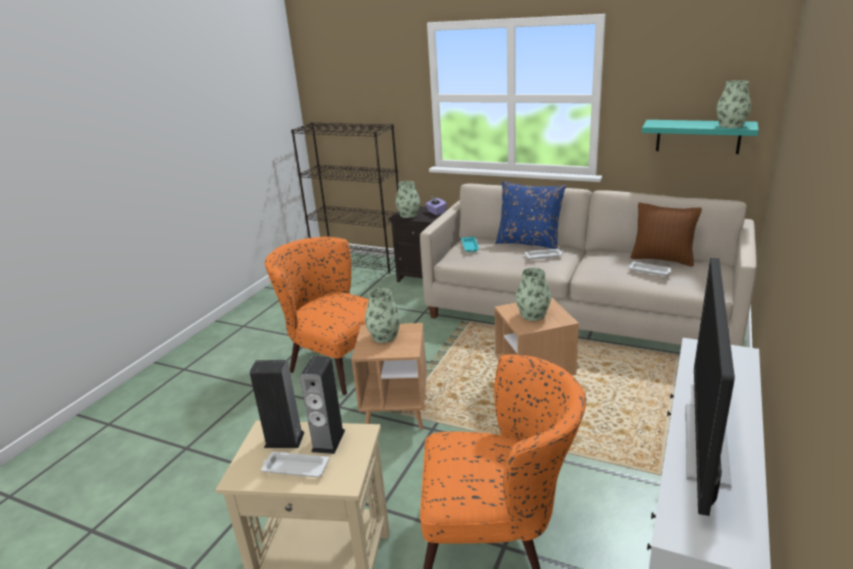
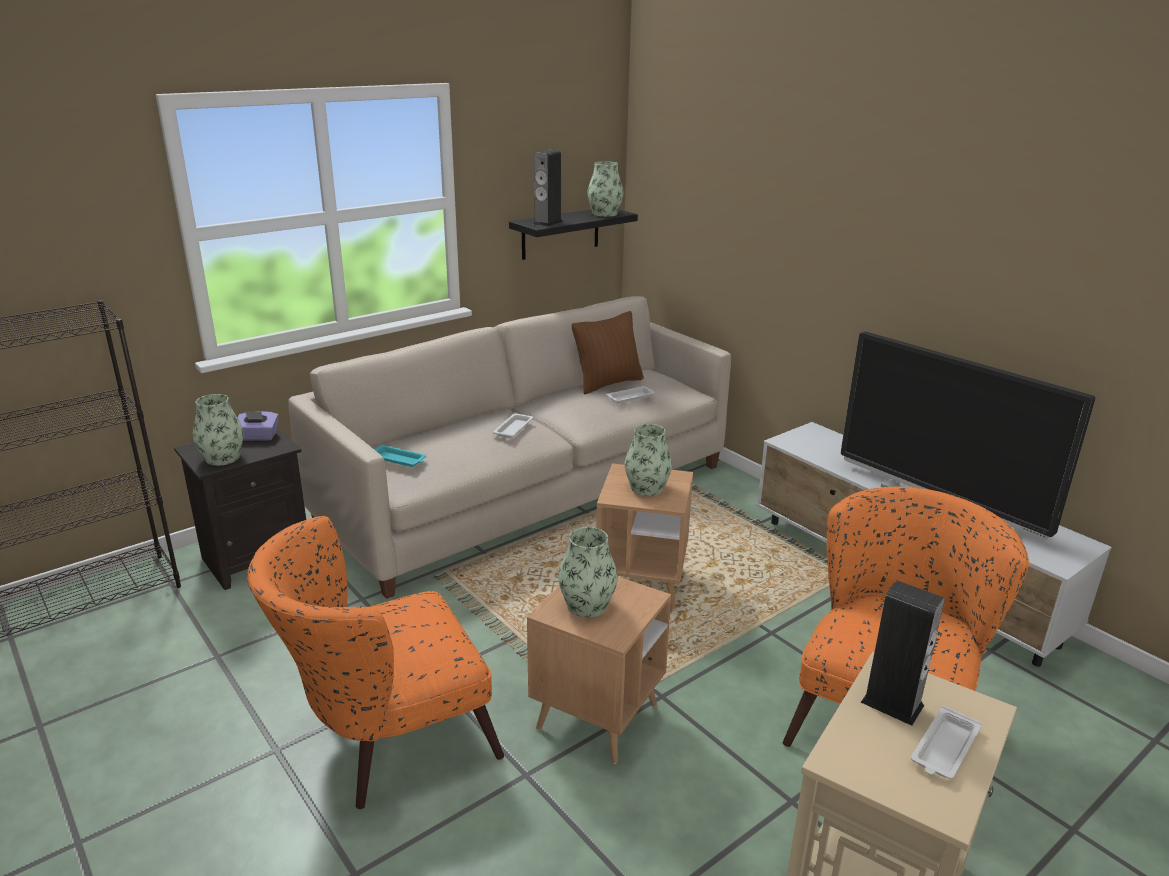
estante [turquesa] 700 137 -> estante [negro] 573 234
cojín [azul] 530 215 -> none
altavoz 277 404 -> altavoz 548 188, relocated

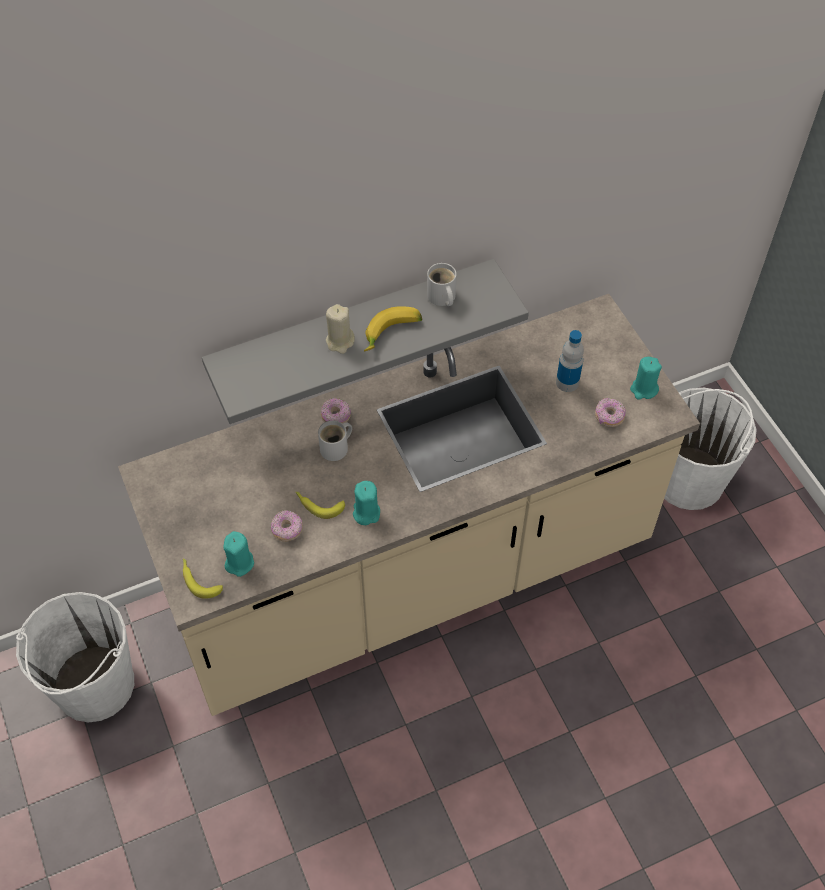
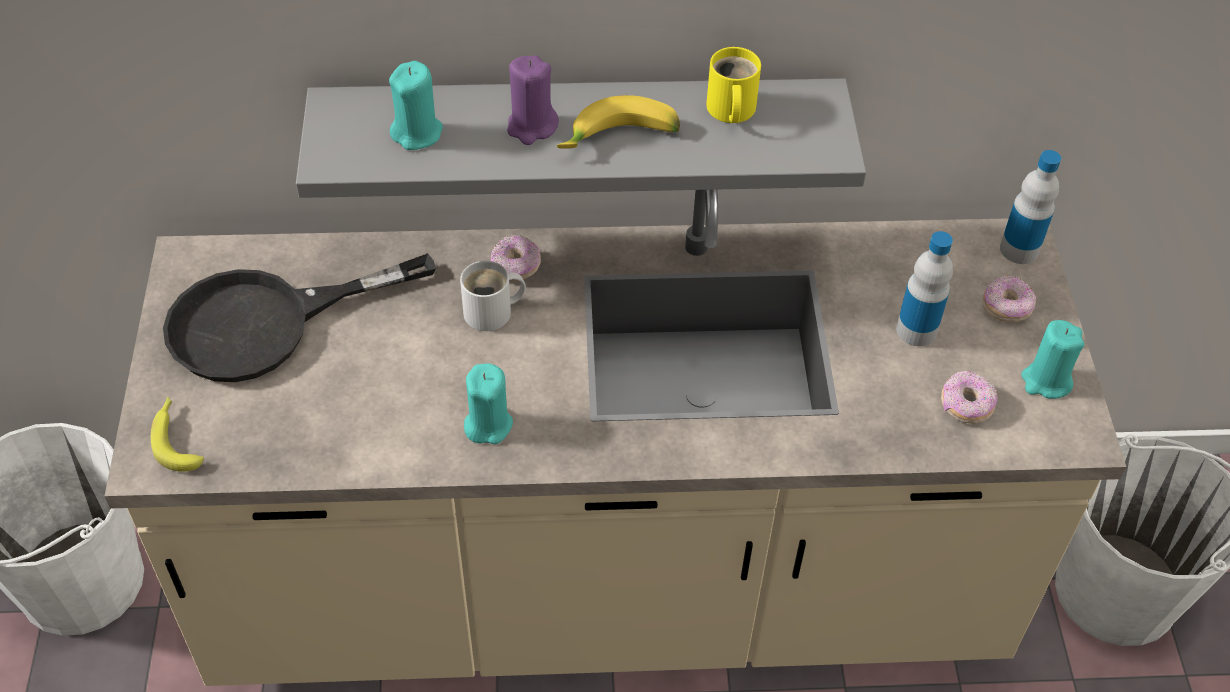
taza grande [blanco] 442 284 -> taza grande [amarillo] 733 85
vela [beis] 340 329 -> vela [morado] 533 100
plátano 320 505 -> none
rosquilla 287 525 -> rosquilla 1009 298, relocated
vela [turquesa] 238 554 -> vela [turquesa] 416 105, relocated
none -> botella 1030 207
none -> sartén [negro] 299 317

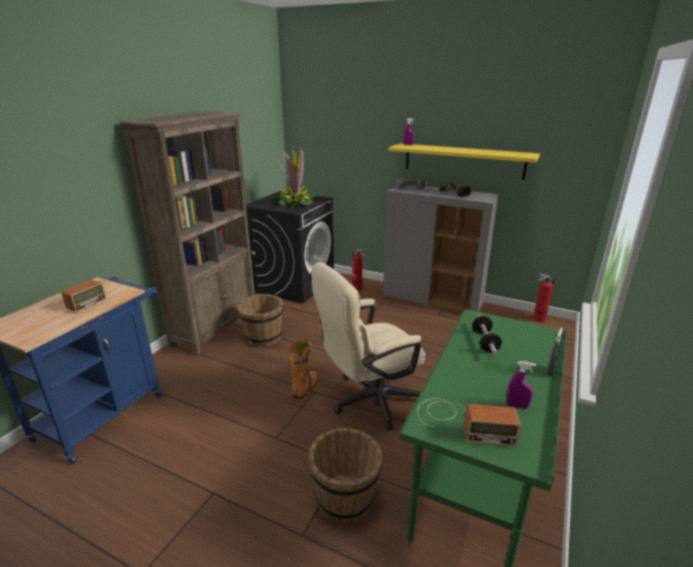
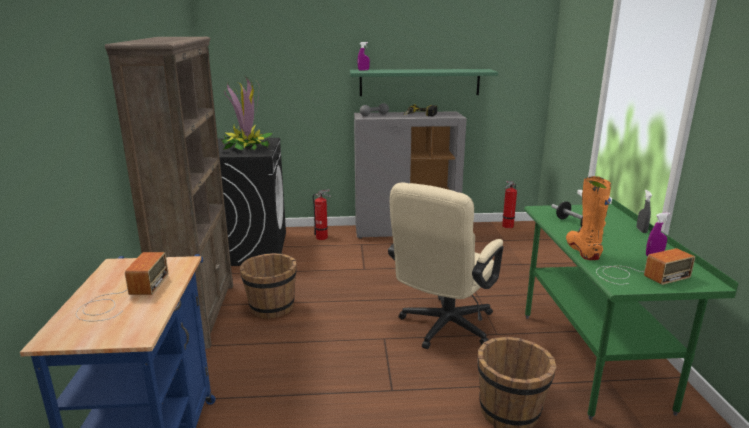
estante [amarillo] 464 161 -> estante [verde] 424 82
bota [naranja] 303 369 -> bota [naranja] 588 218, relocated

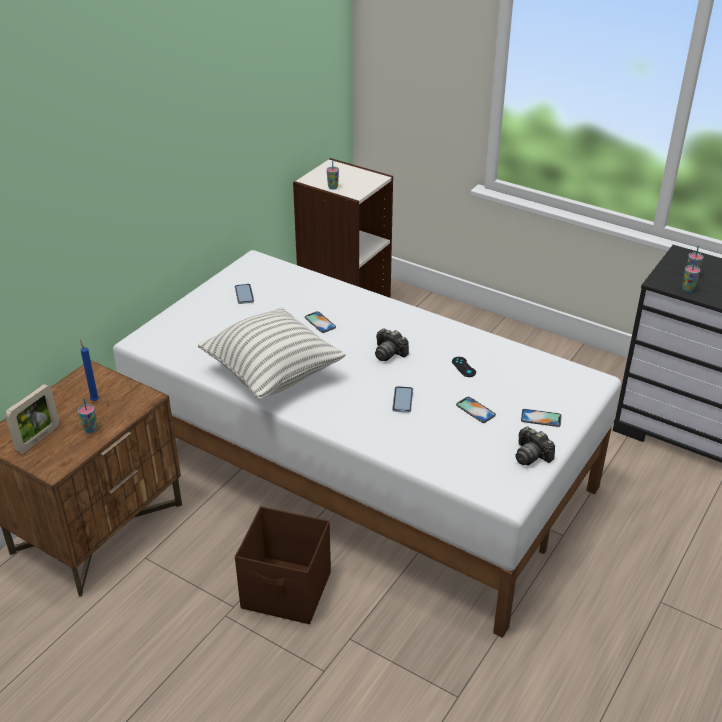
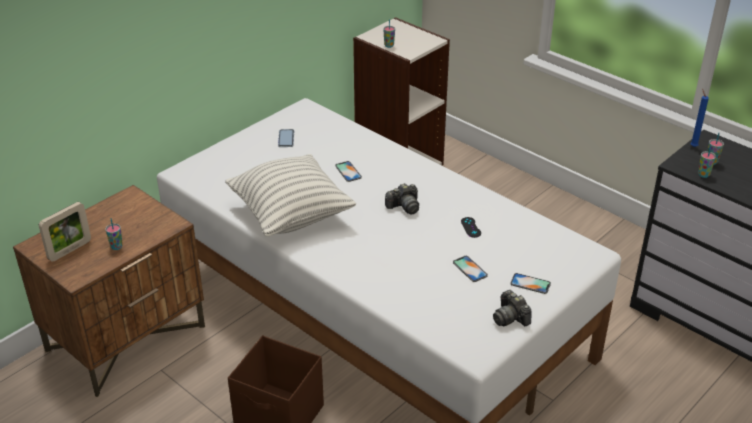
cámara 392 344 -> cámara 402 199, 75 degrees counterclockwise
vela [azul] 89 370 -> vela [azul] 699 117, relocated
móvil 402 399 -> none

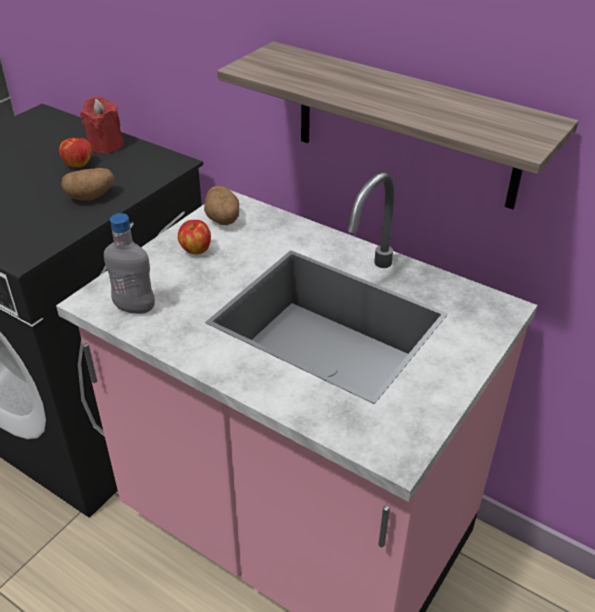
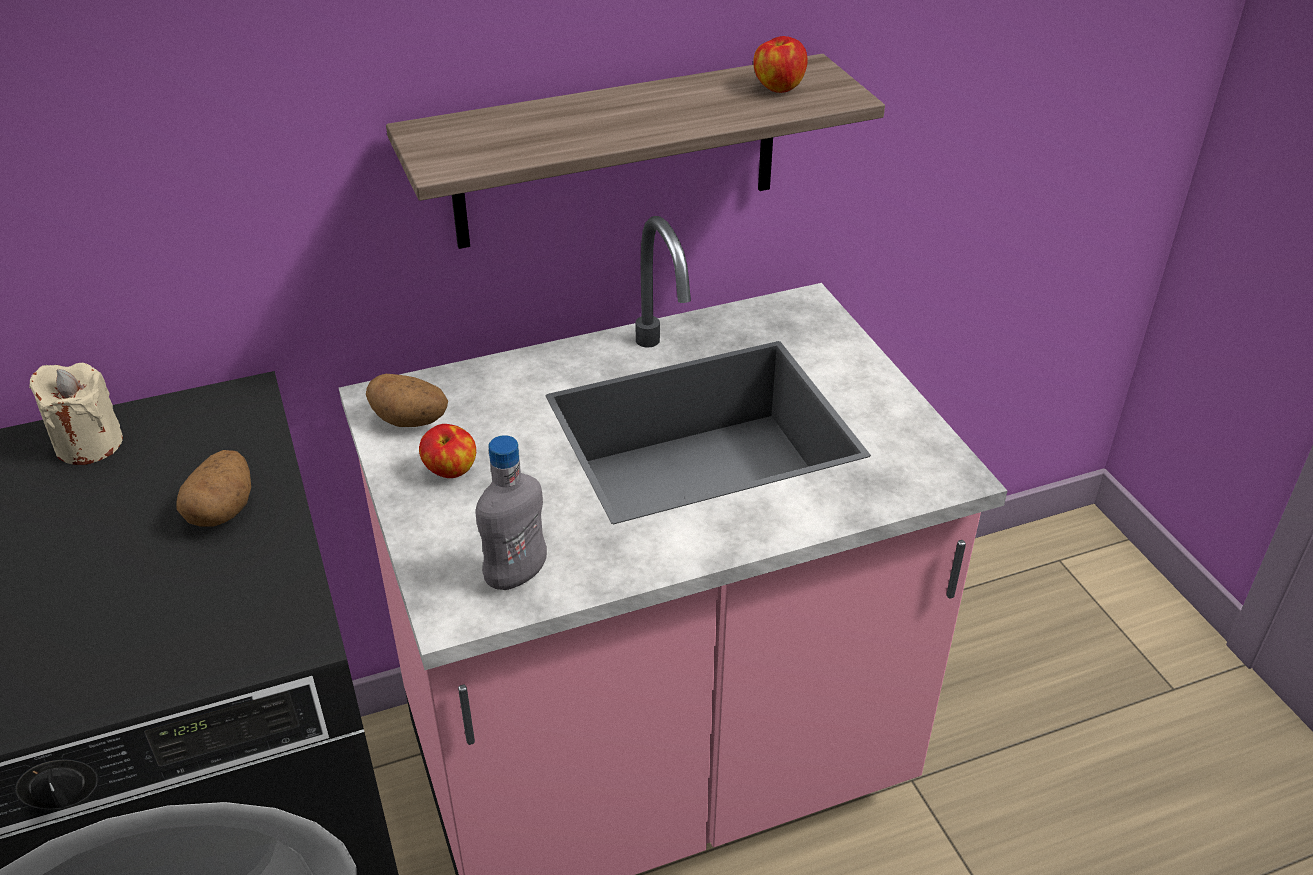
vela [rojo] 102 125 -> vela [beis] 76 414
manzana 75 153 -> manzana 780 64, relocated

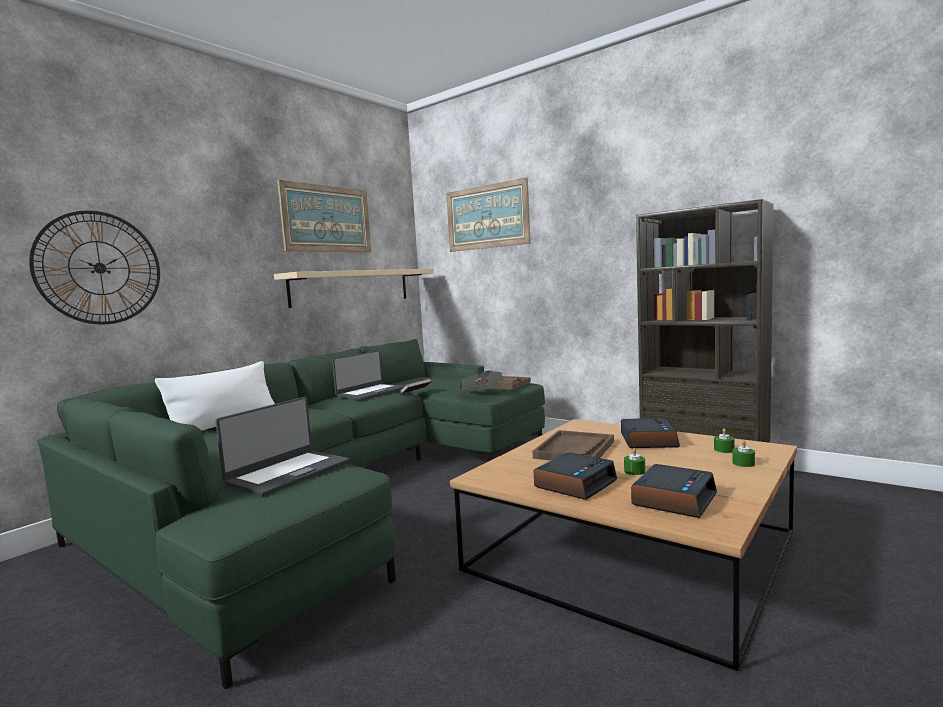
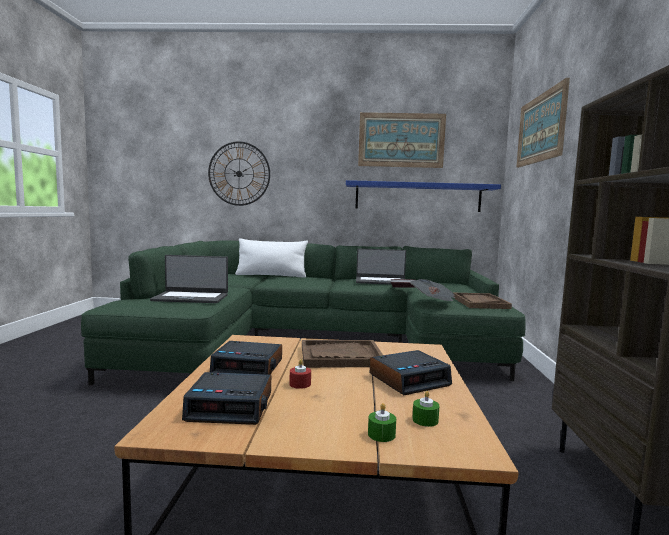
estante [beis] 354 288 -> estante [azul] 423 196
vela [verde] 634 461 -> vela [rojo] 300 374

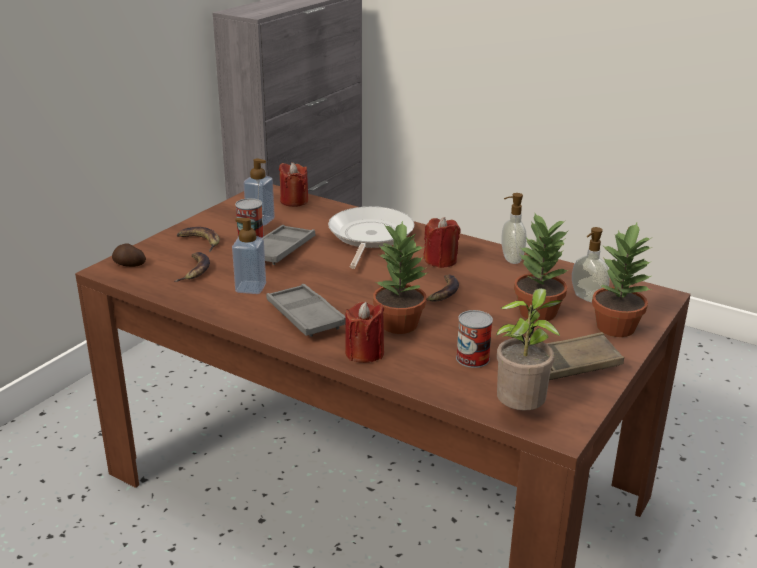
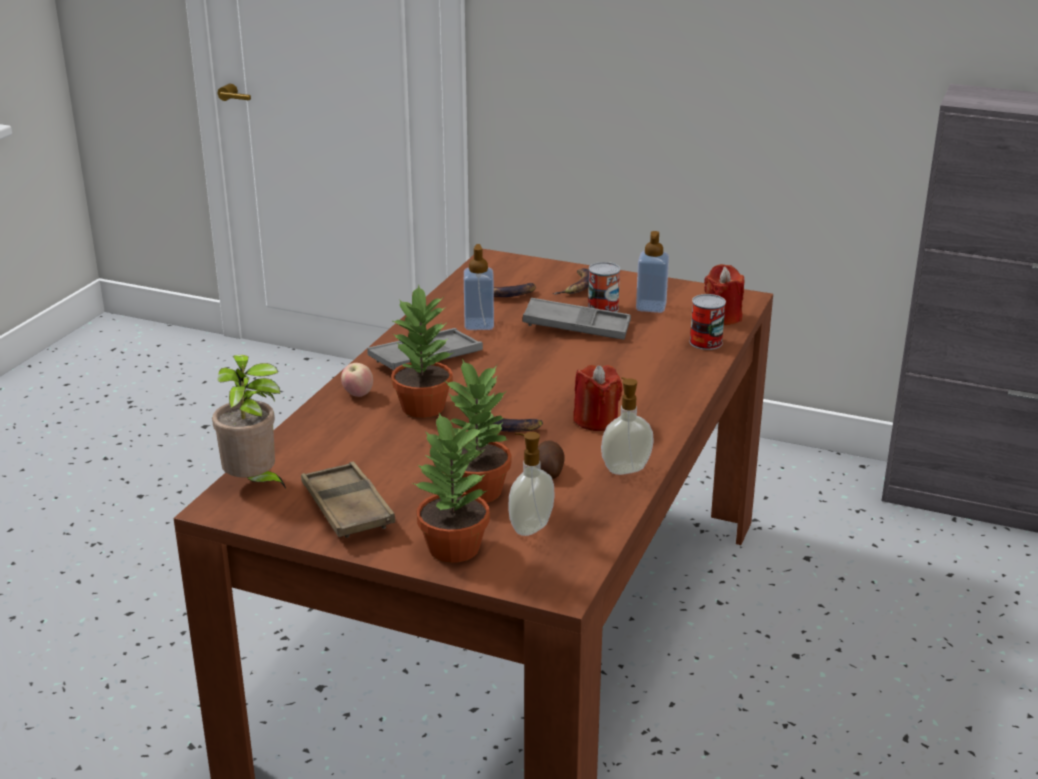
sartén 371 237 -> none
patata 129 255 -> patata 551 460, relocated
vela [rojo] 364 332 -> manzana 357 380
lata 474 339 -> lata 707 322, relocated

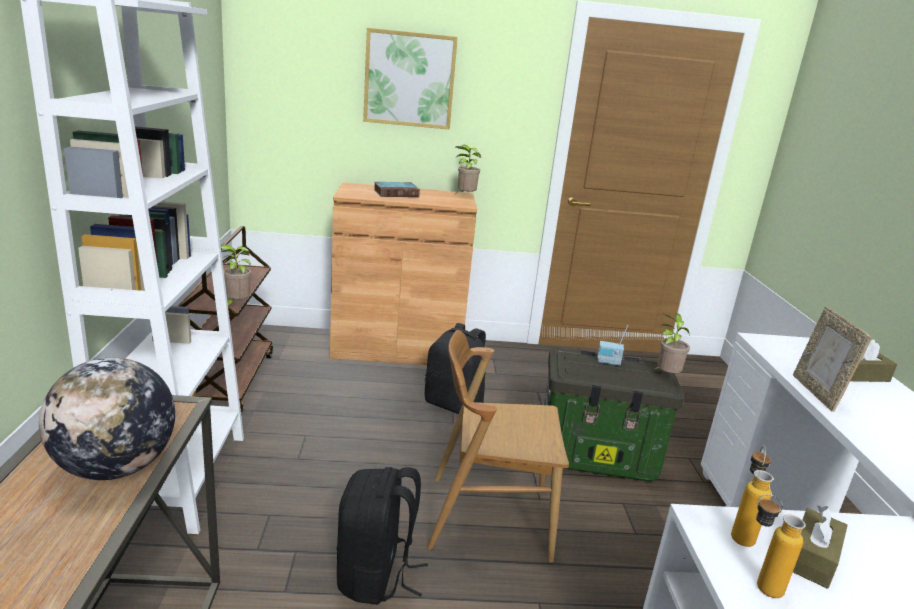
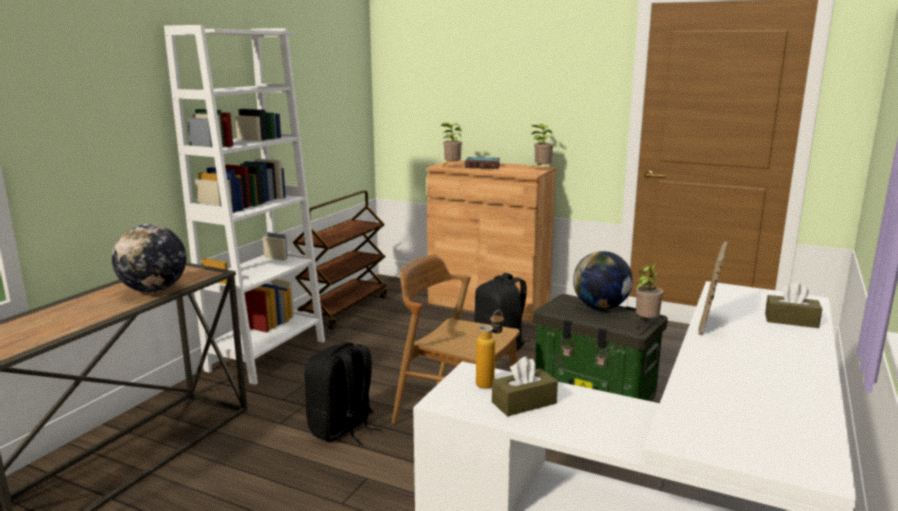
cuadro 410 79 -> none
planta en maceta 236 275 -> planta en maceta 451 144, relocated
radio 612 345 -> globo terráqueo 603 280
botella 781 546 -> none

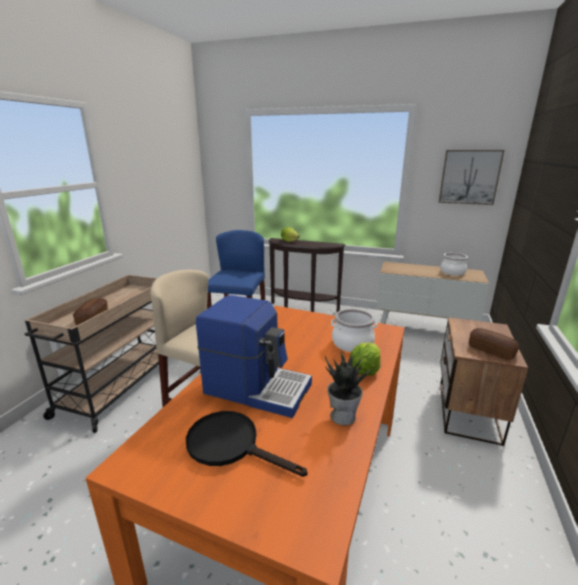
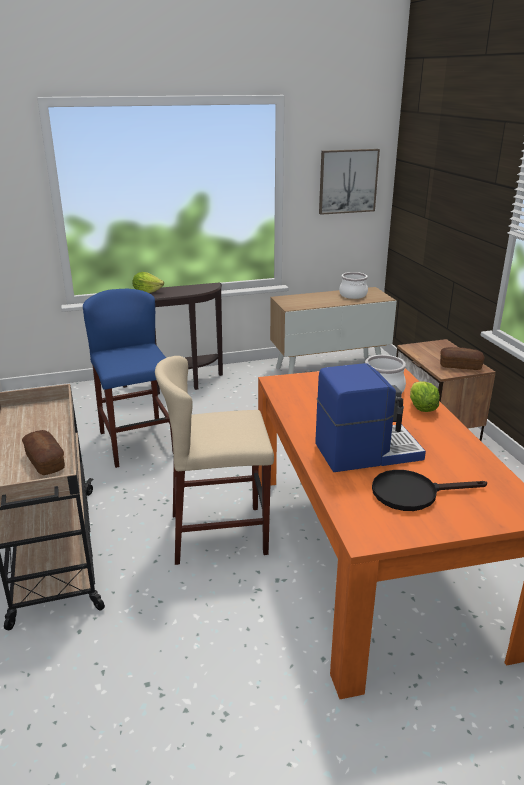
planta en maceta 350 387 -> none

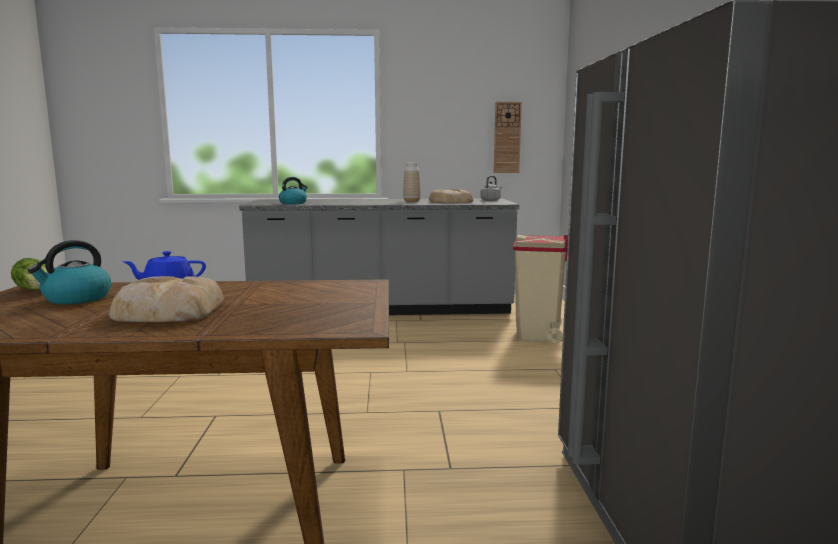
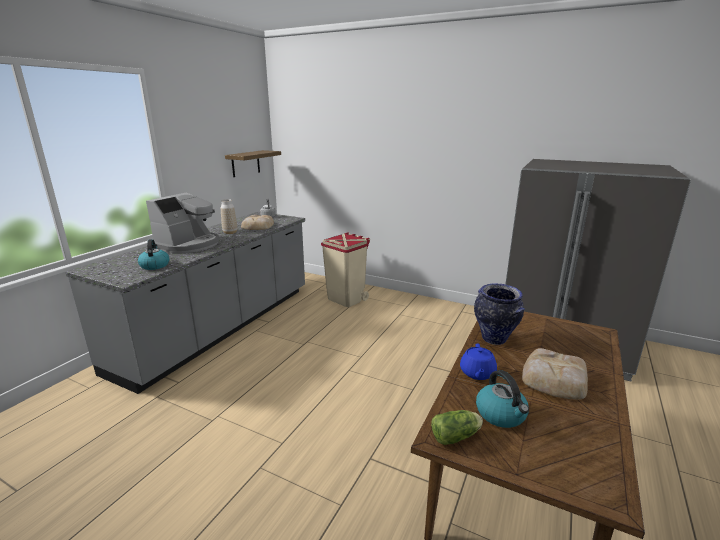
reloj de pared 508 137 -> estante 253 163
none -> cafetera 183 223
none -> florero 499 314

